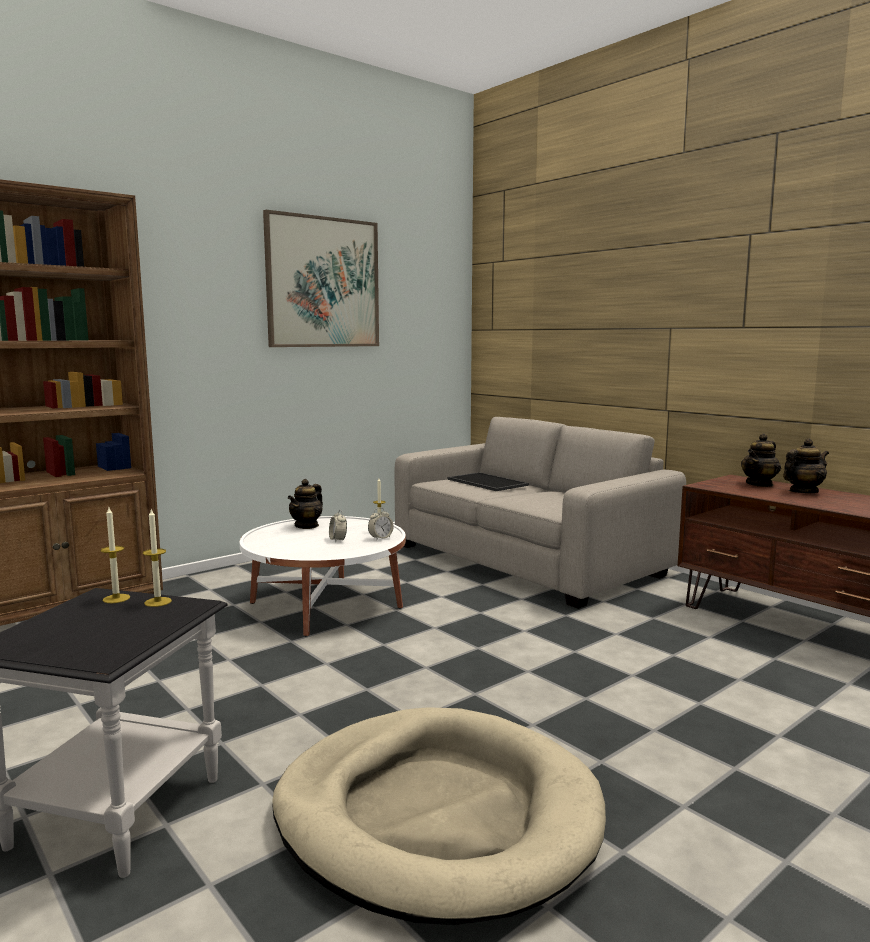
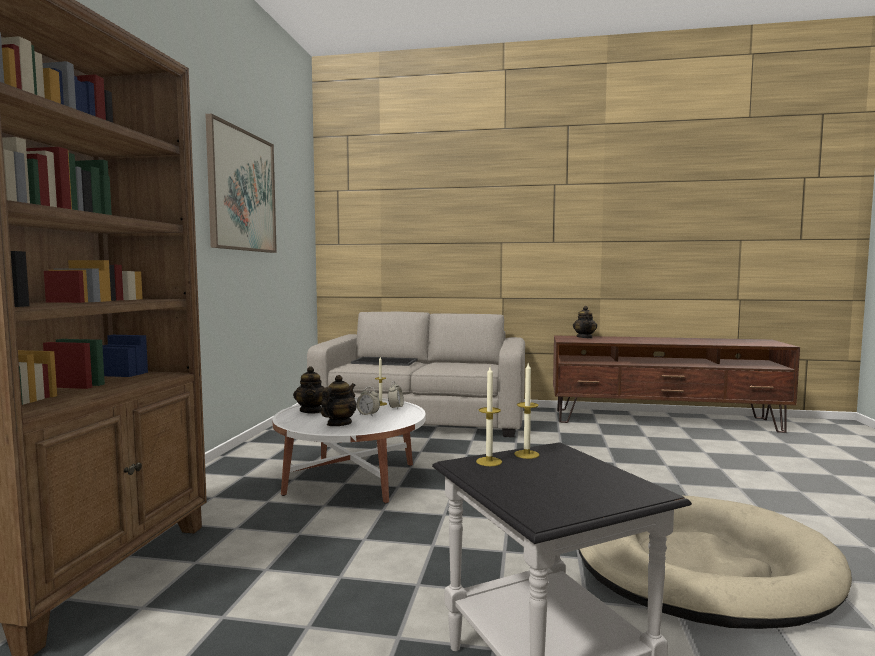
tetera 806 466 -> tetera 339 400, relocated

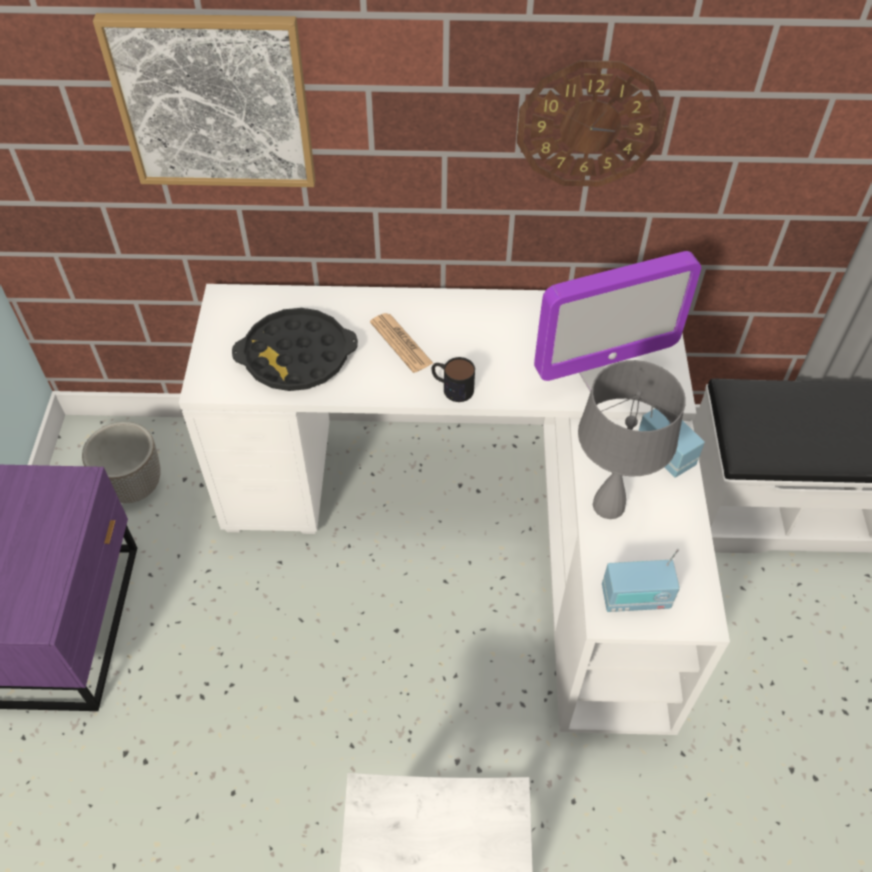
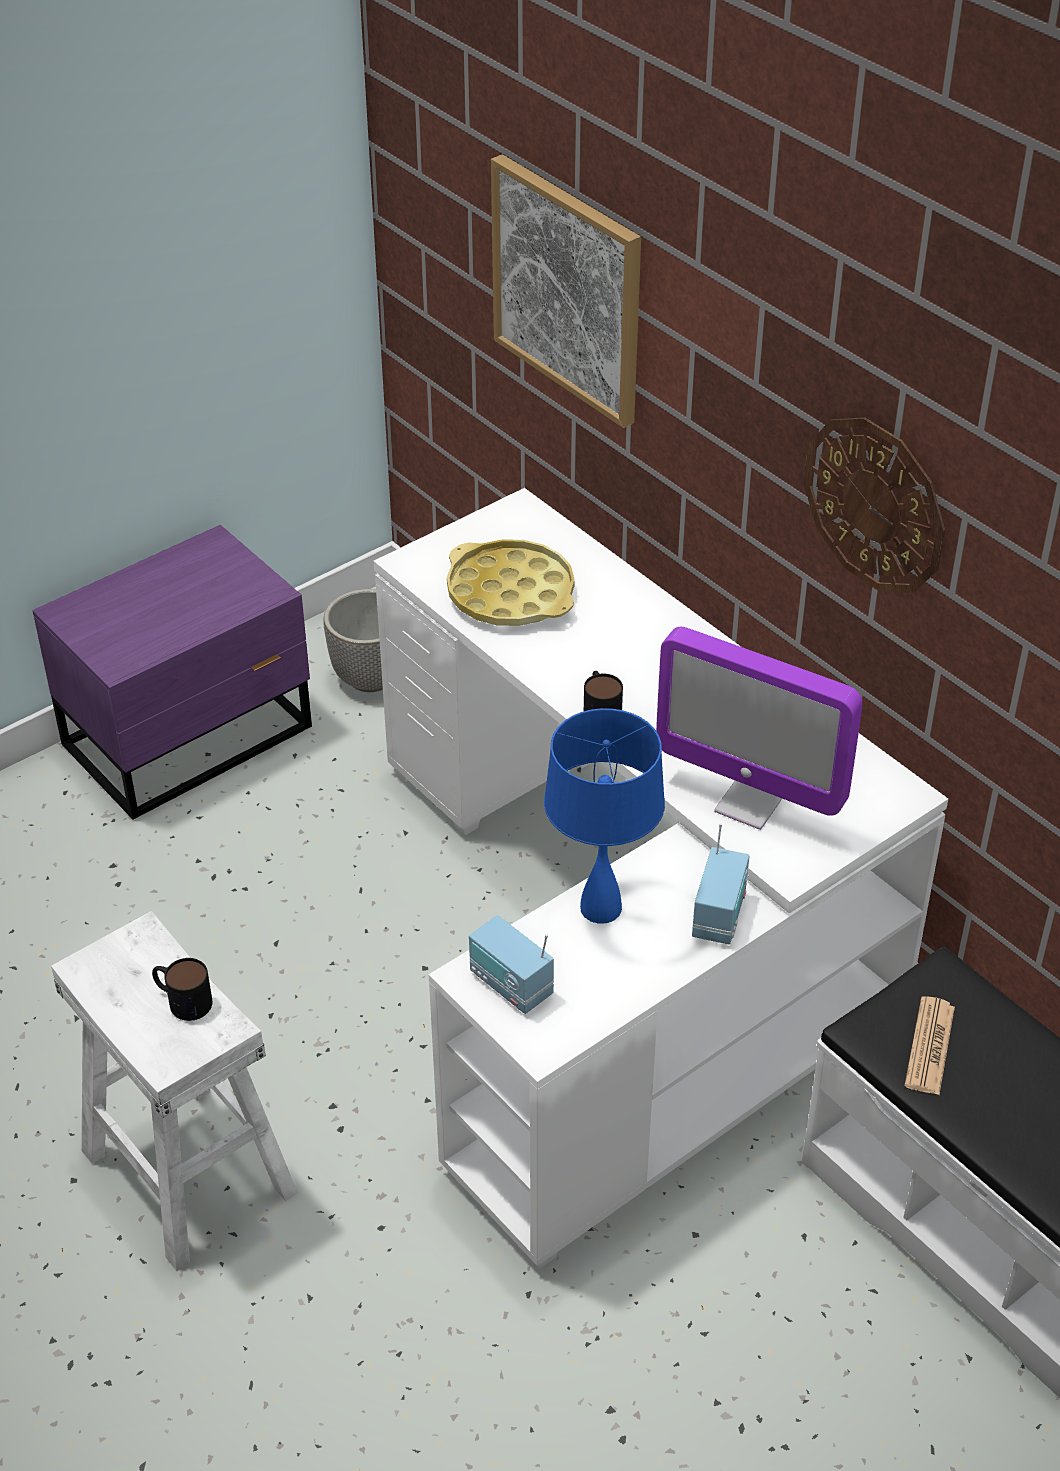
bandeja [negro] 295 349 -> bandeja [amarillo] 511 582
periódico 402 343 -> periódico 929 1045, relocated
lámpara de mesa [gris] 632 439 -> lámpara de mesa [azul] 604 816
none -> taza grande 182 989

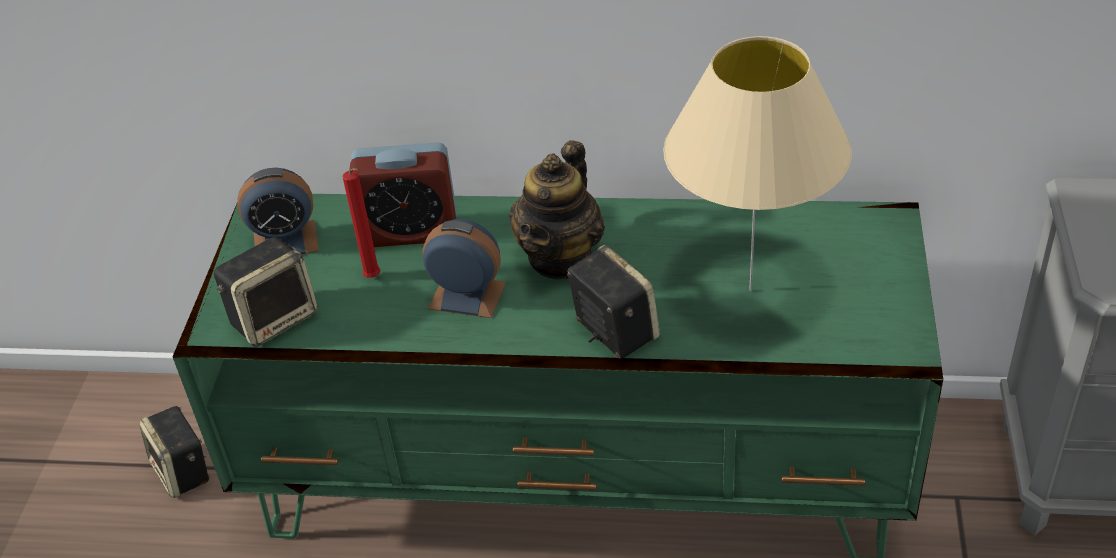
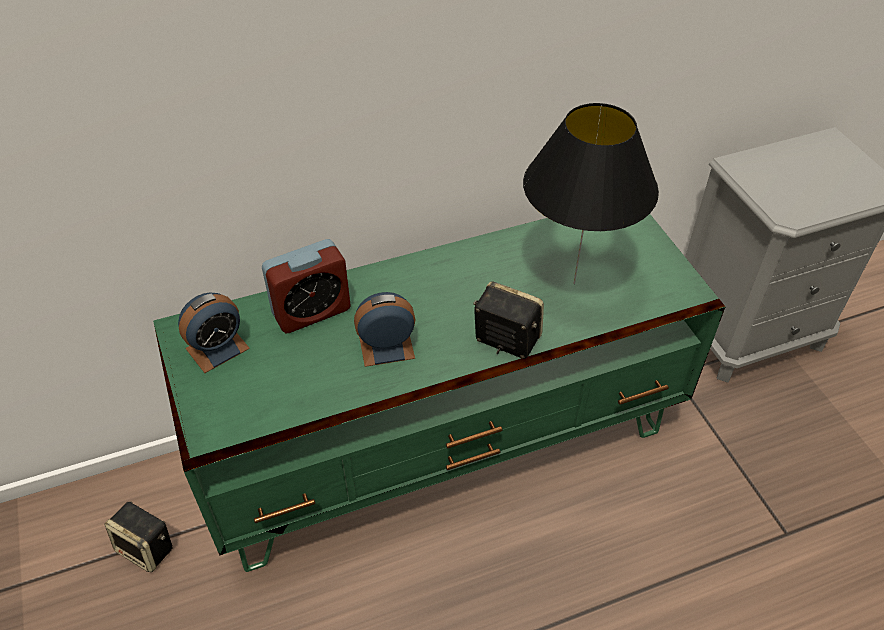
lámpara de mesa [beis] 757 163 -> lámpara de mesa [negro] 591 193
tetera 557 210 -> none
vela [rojo] 361 223 -> none
altavoz 265 292 -> none

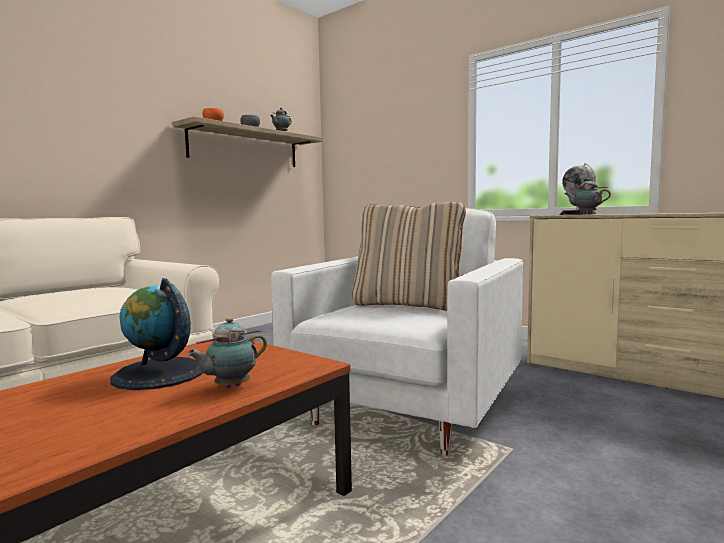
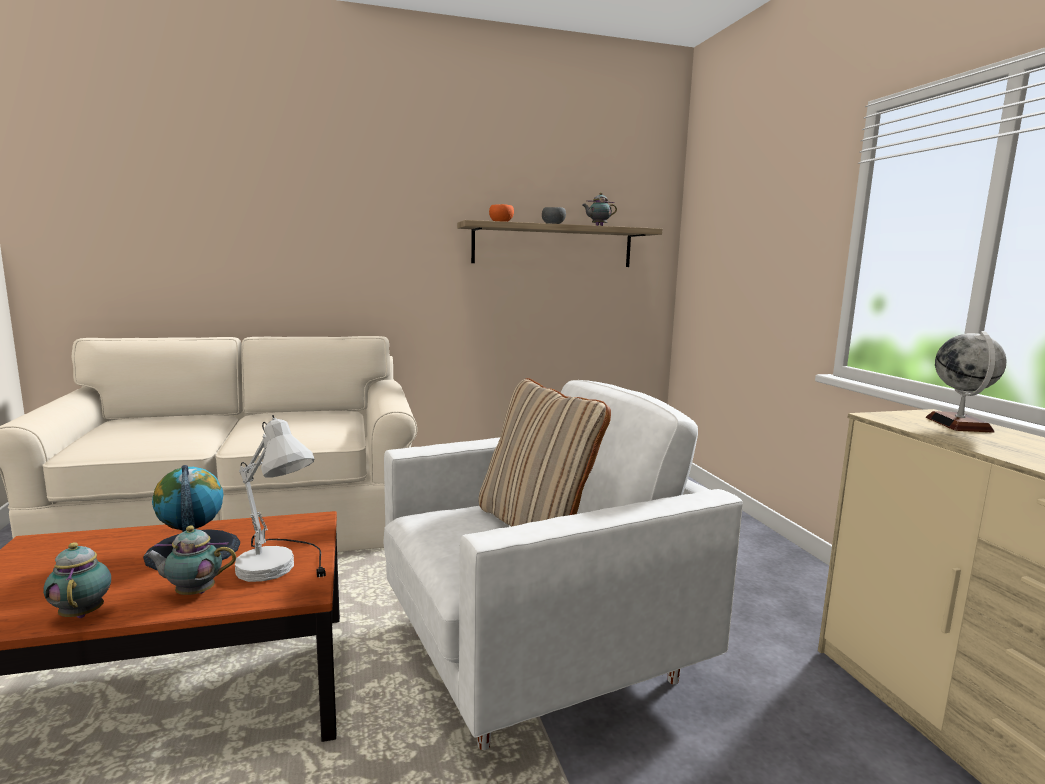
tetera 587 196 -> tetera 77 580, relocated
none -> lámpara de mesa [blanco] 280 498

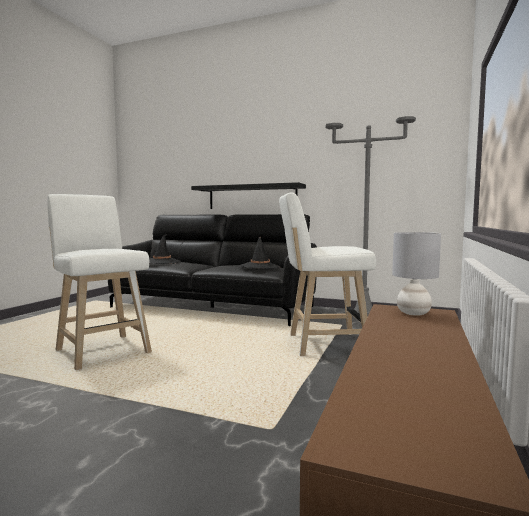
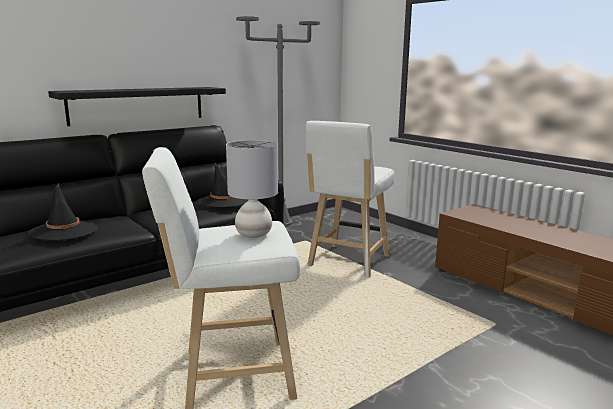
lámpara de mesa [gris] 416 274 -> lámpara de mesa [gris] 252 189, relocated

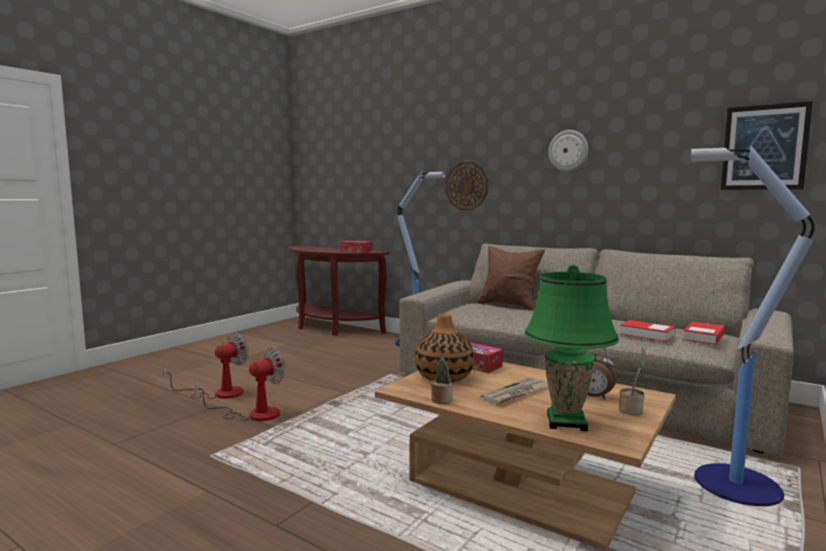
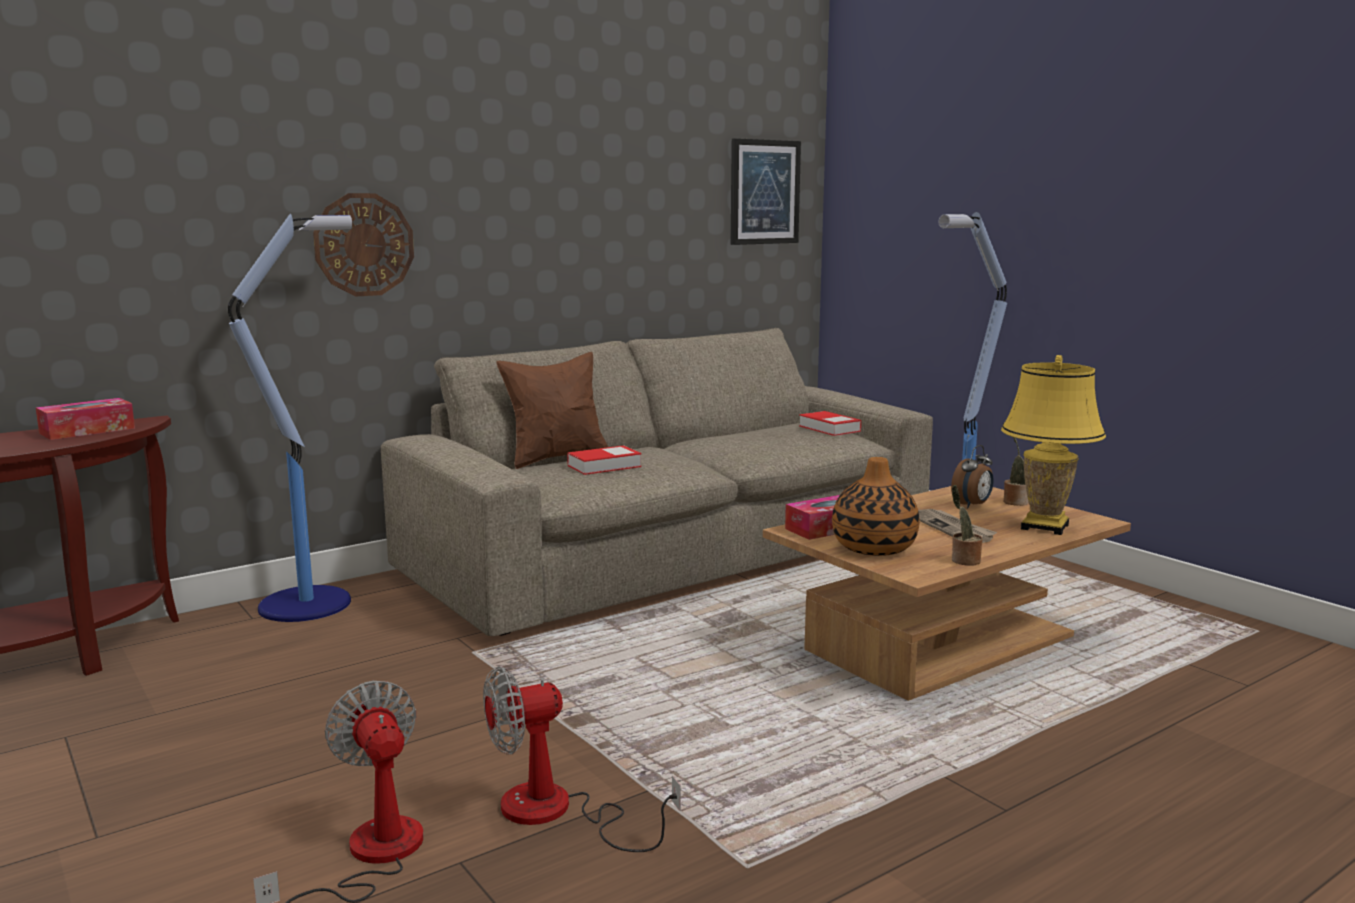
reloj de pared 568 150 -> none
lámpara de mesa [verde] 571 348 -> lámpara de mesa [amarillo] 1053 445
libro 648 331 -> libro 604 460, relocated
ventilador 240 384 -> ventilador 582 759, 90 degrees counterclockwise

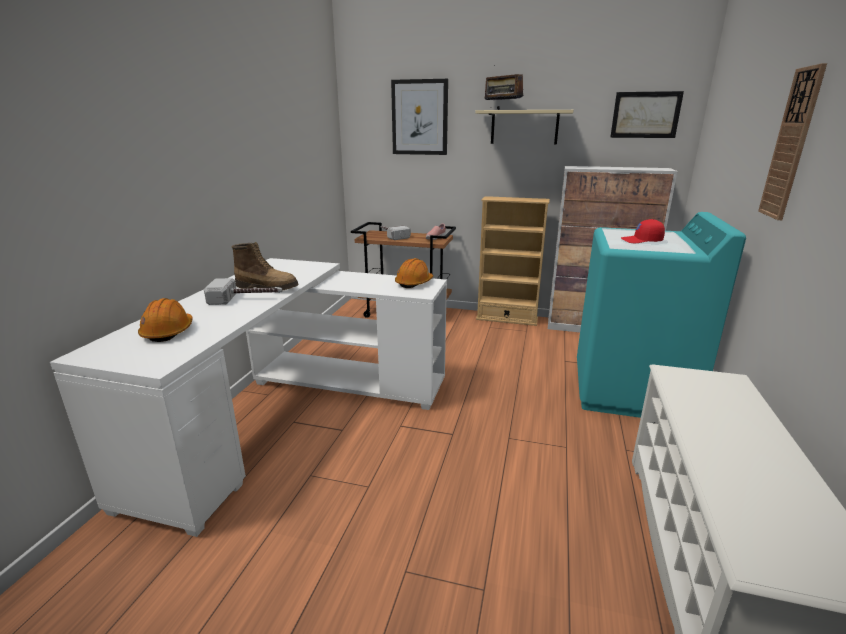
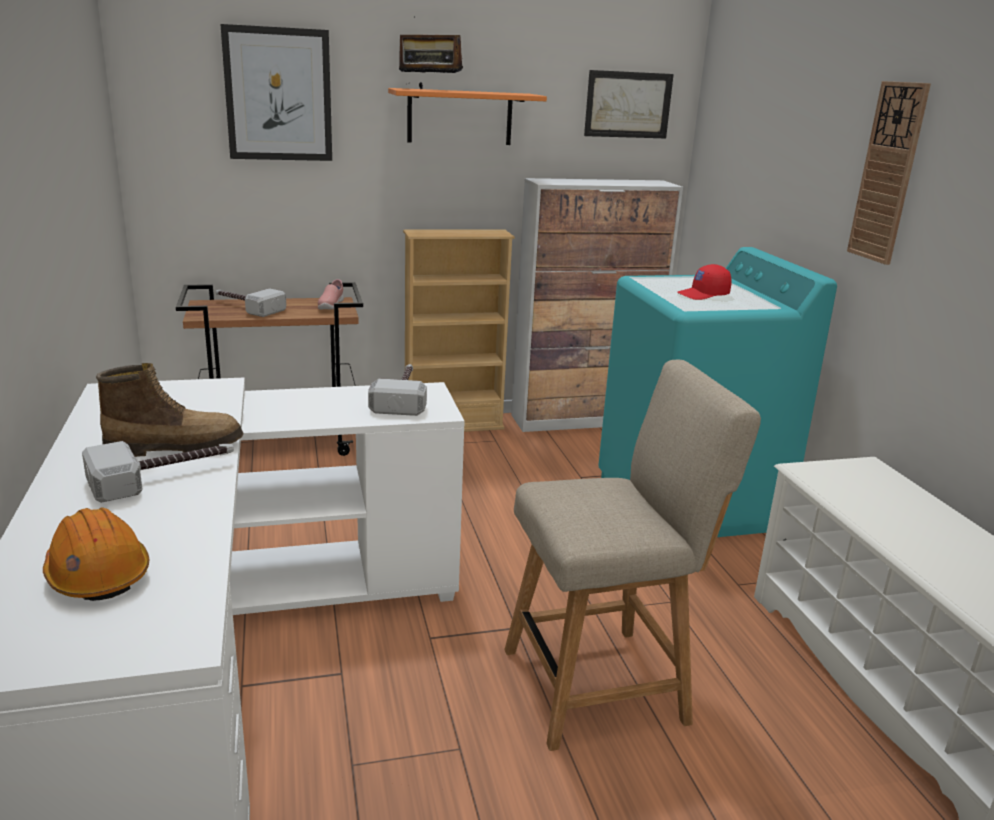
estante [beis] 524 127 -> estante [naranja] 467 116
casco [naranja] 414 273 -> martillo 397 390
none -> silla [beis] 632 555

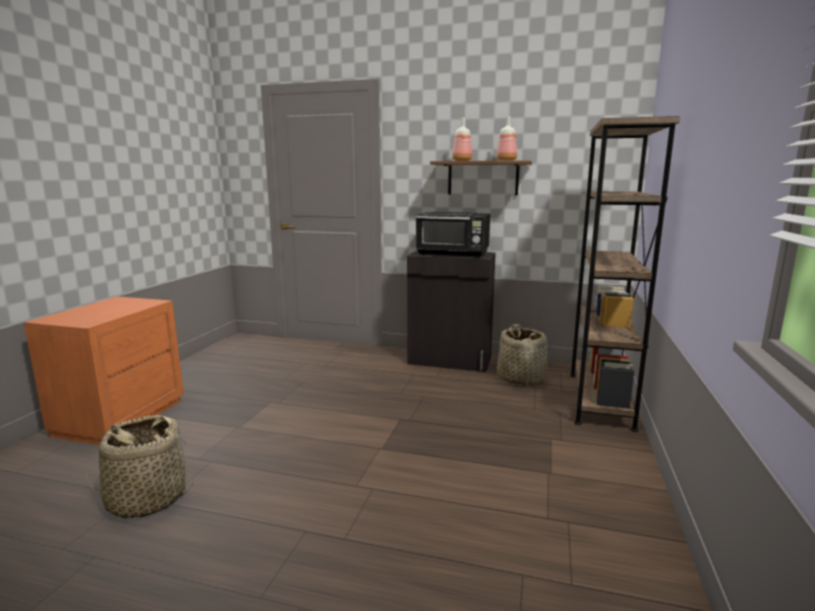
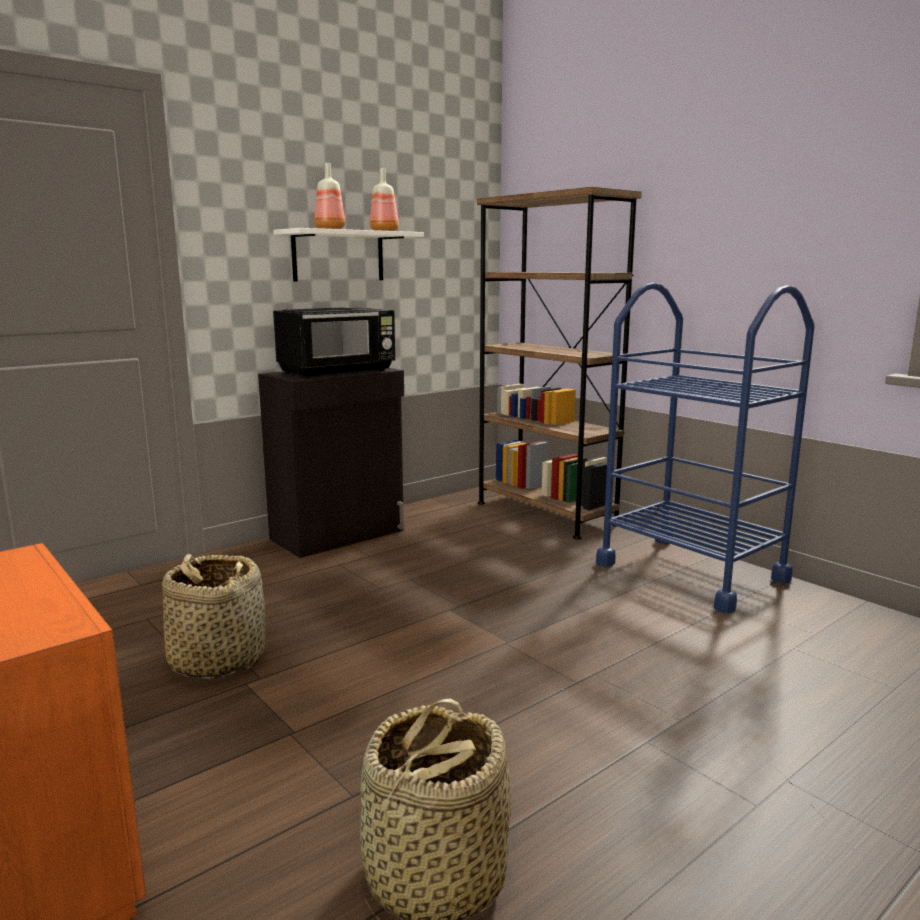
estante [marrón] 481 177 -> estante [blanco] 348 255
cesta 522 355 -> cesta 213 616, relocated
none -> carrito [azul] 705 447

